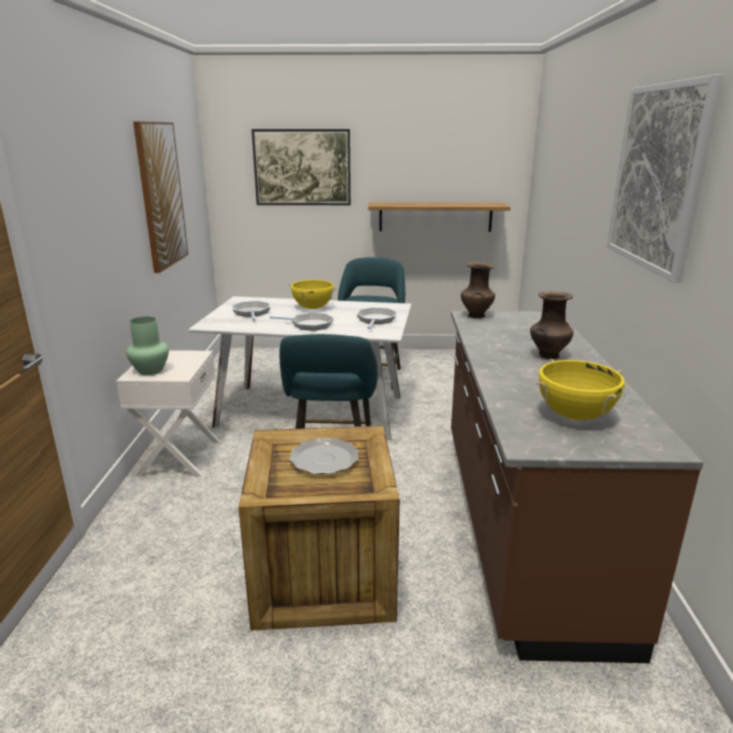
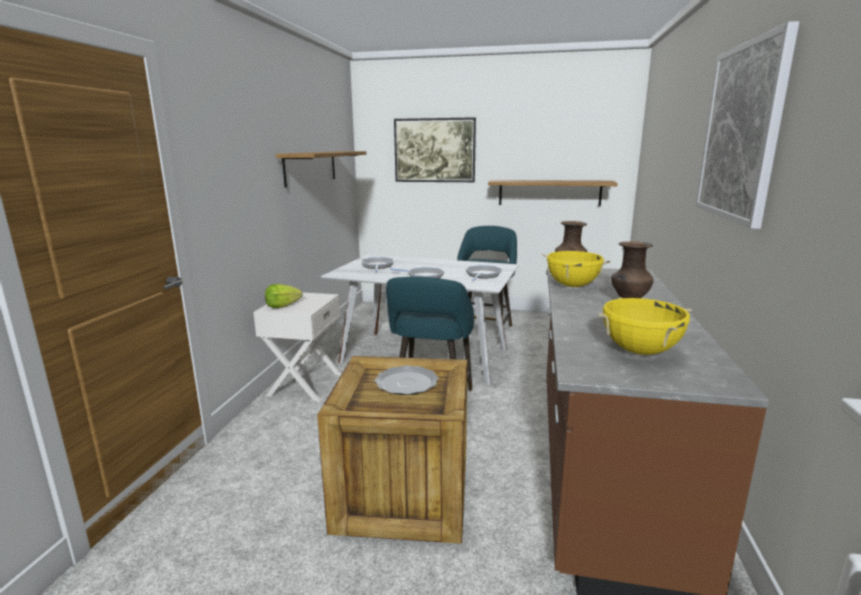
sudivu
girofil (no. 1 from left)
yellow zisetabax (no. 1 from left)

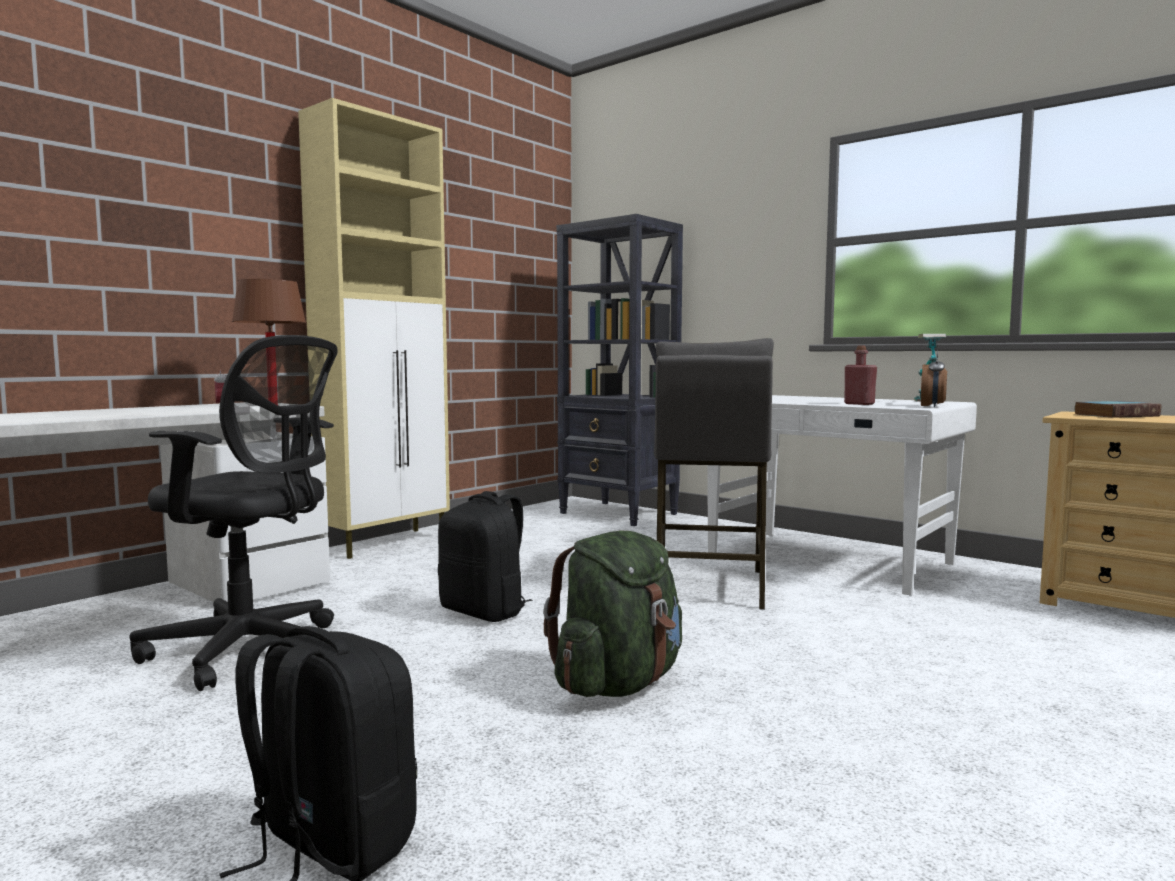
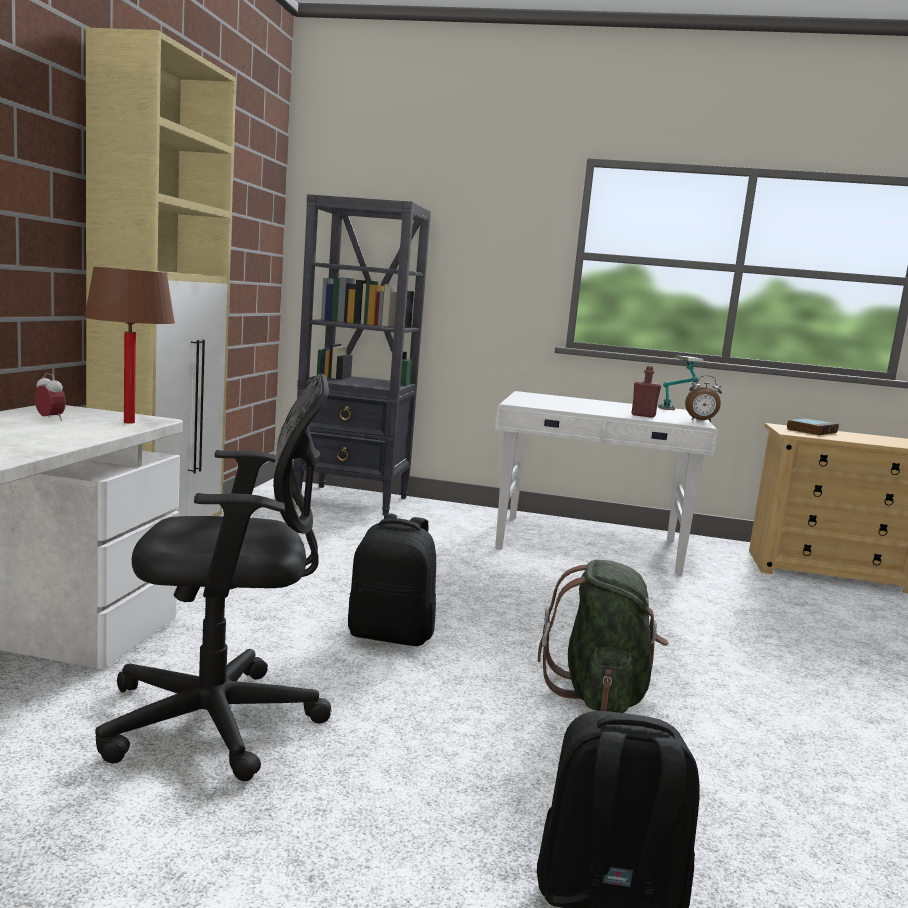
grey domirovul
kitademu (no. 2 from left)

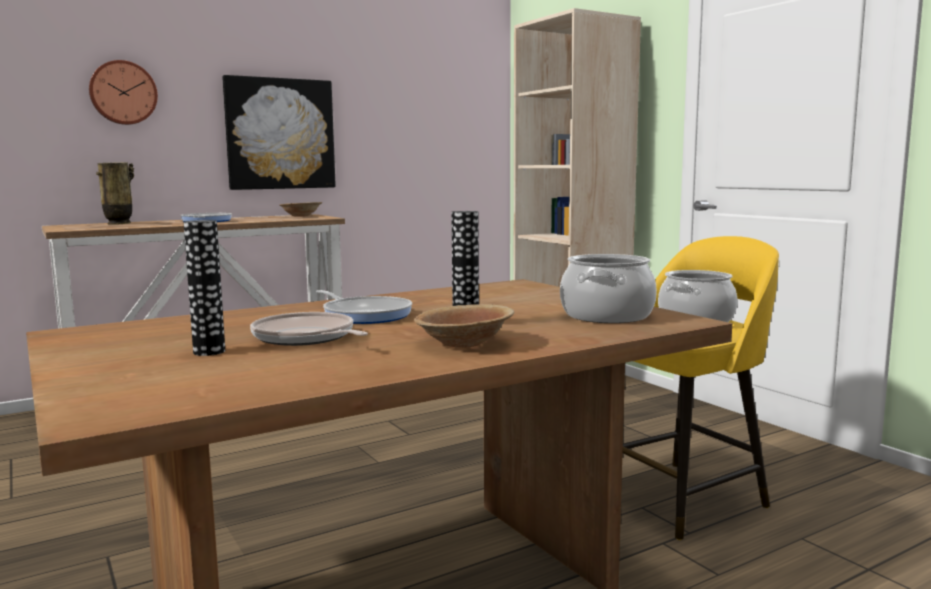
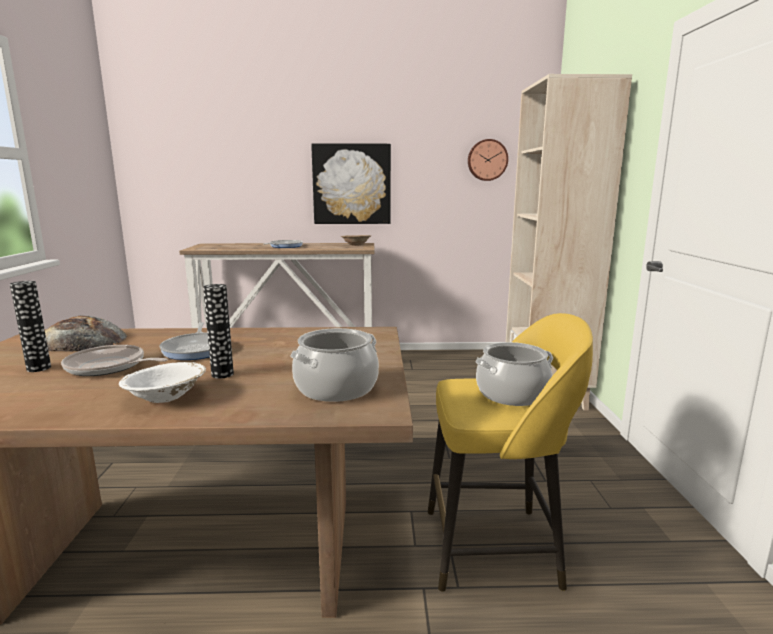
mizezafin
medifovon (no. 1 from left in the first image)
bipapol (no. 1 from left)
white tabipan
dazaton

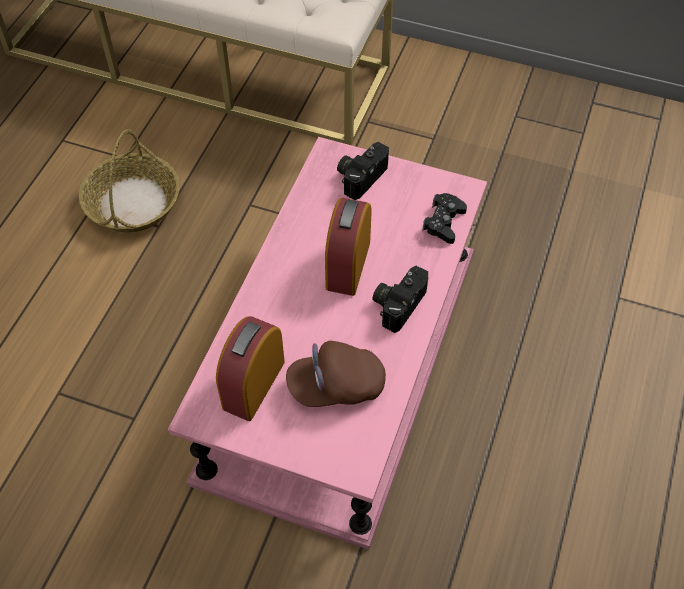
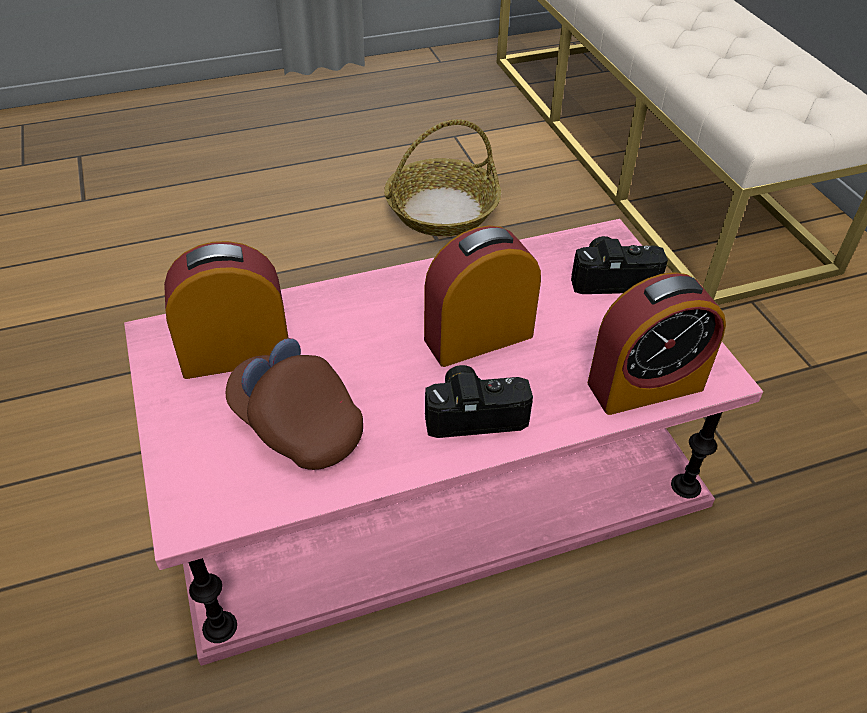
kitademu (no. 3 from left)

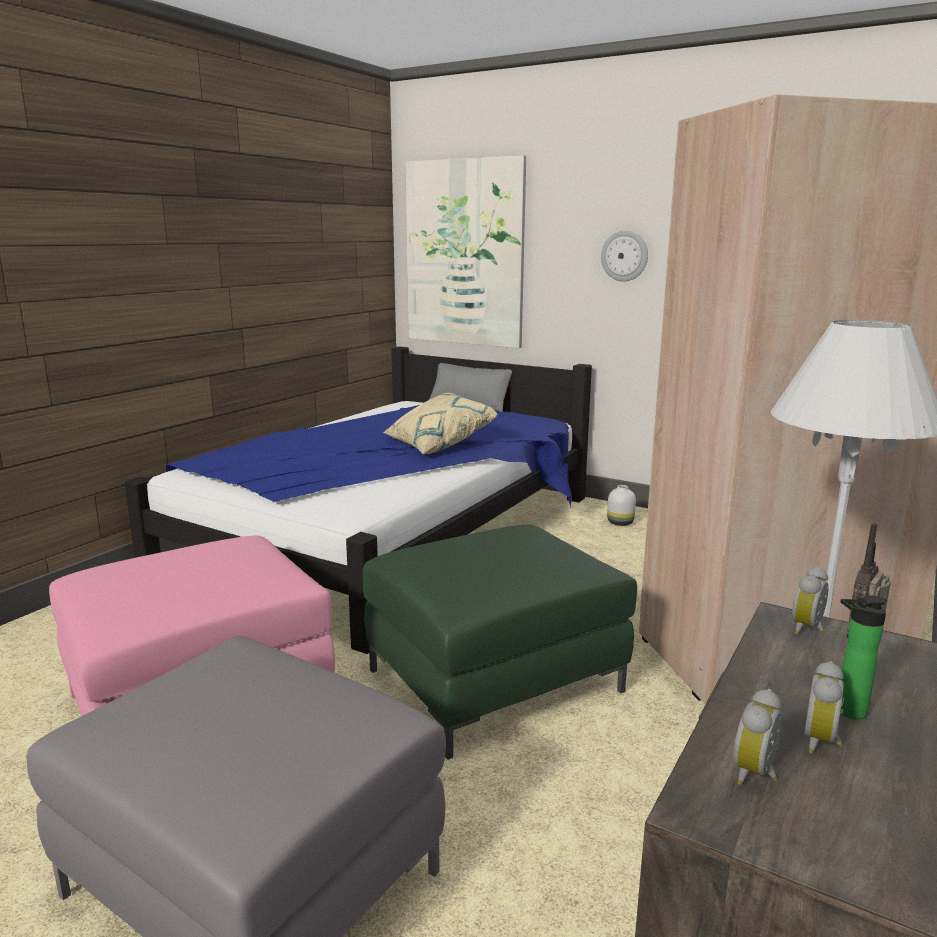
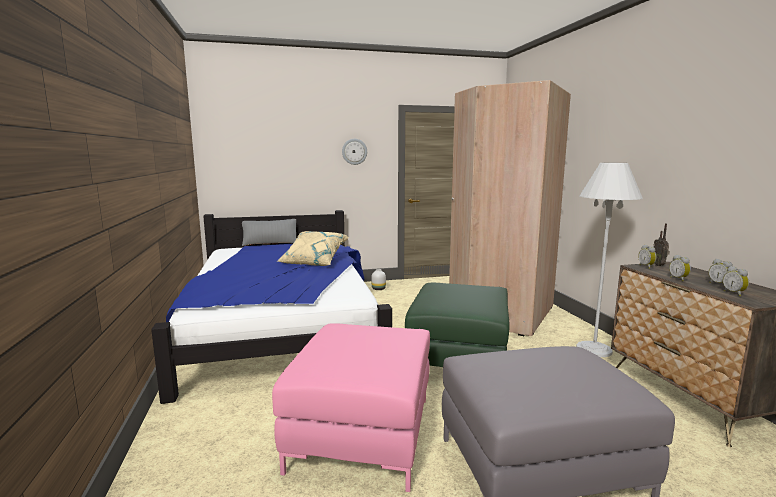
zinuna
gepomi
kitademu (no. 2 from left)

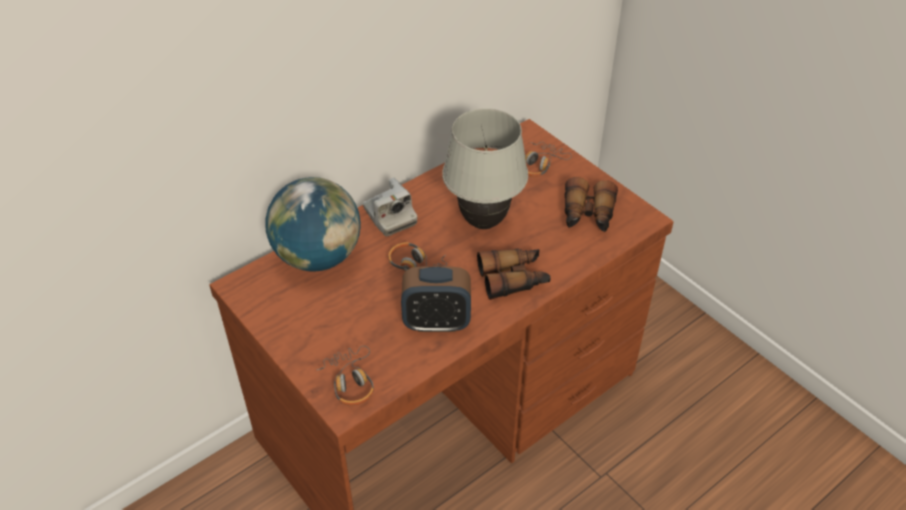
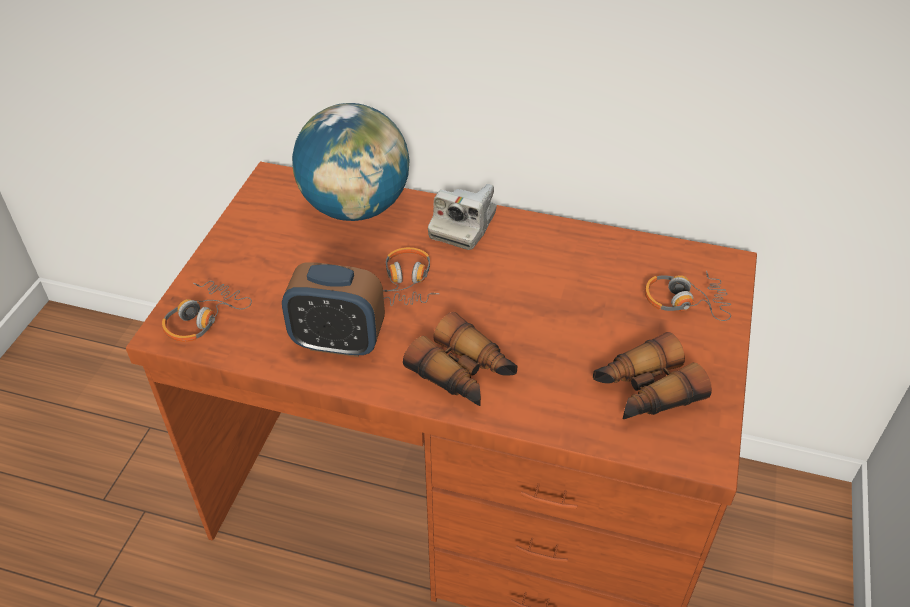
kitademu
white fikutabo

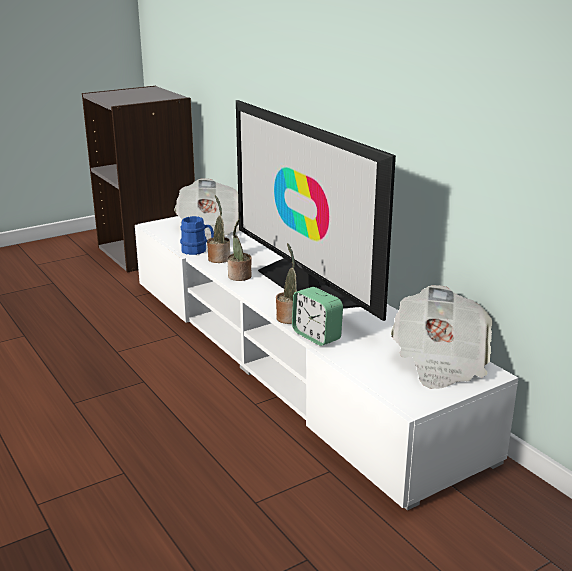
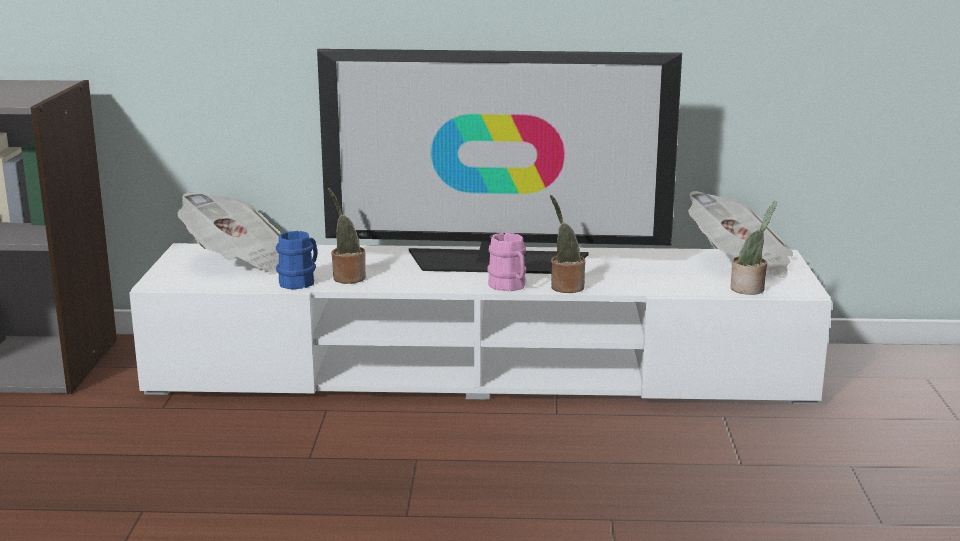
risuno (no. 3 from left)
kitademu
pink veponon

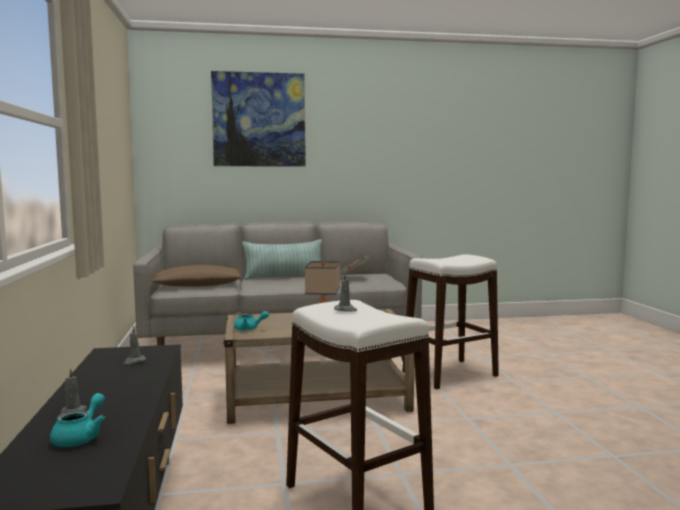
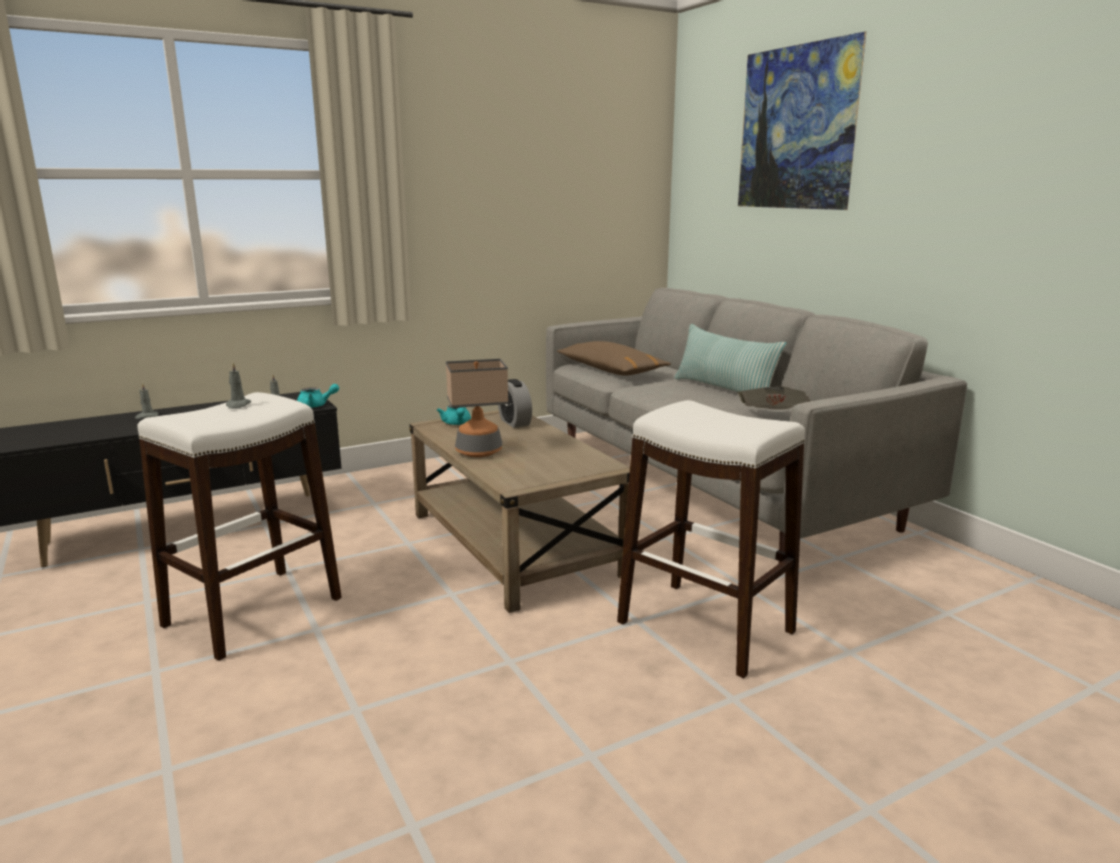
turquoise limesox (no. 1 from left)
kitademu

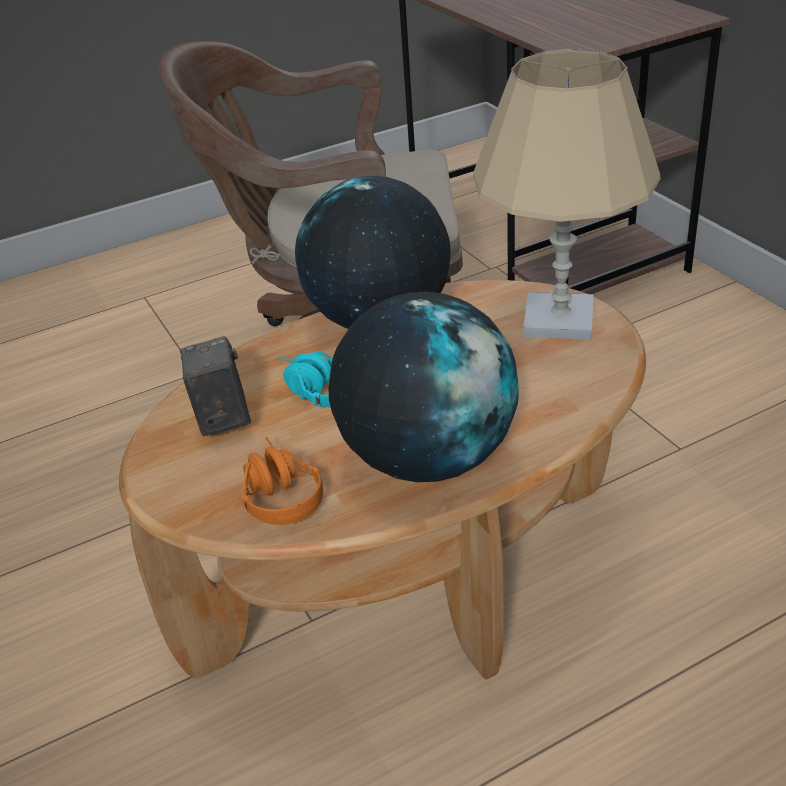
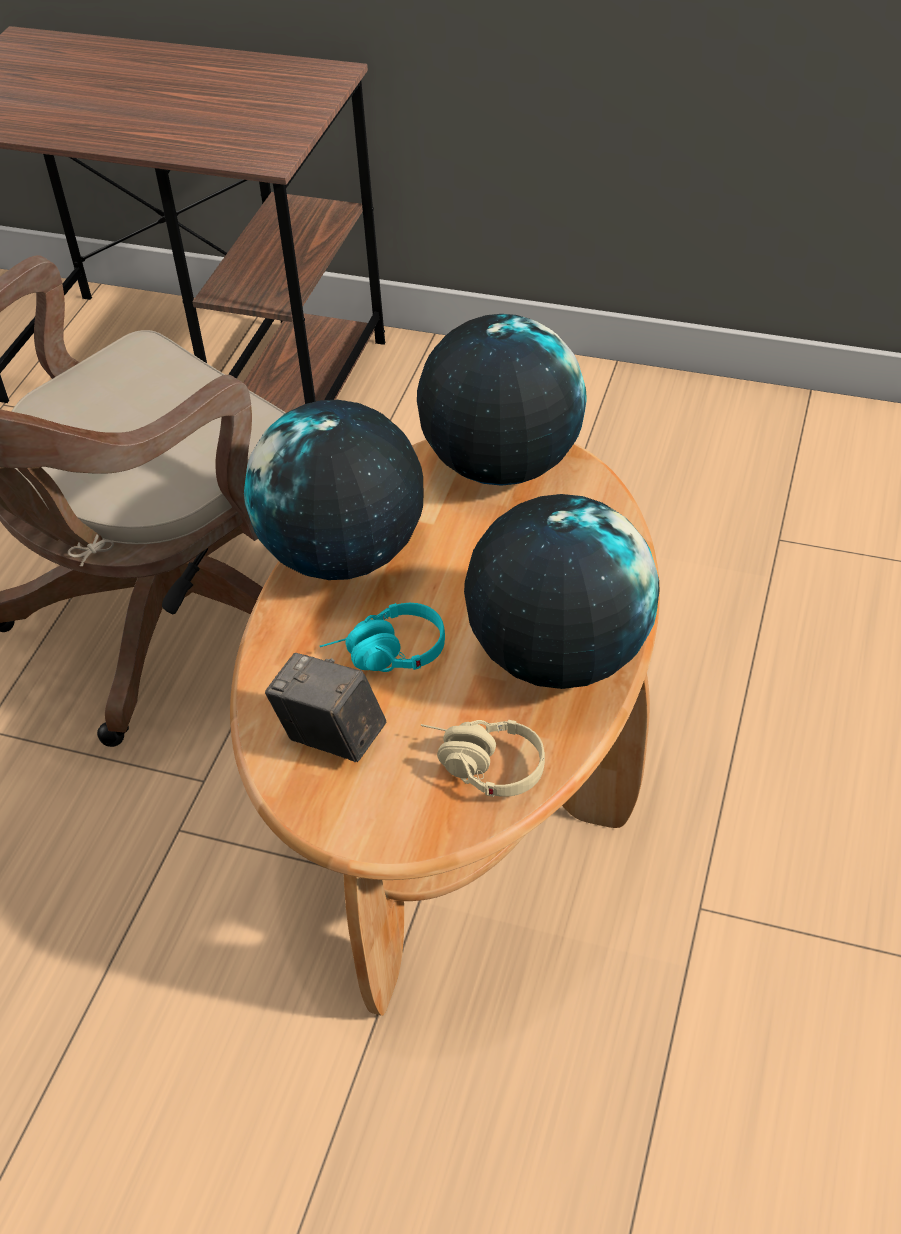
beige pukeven
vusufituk (no. 2 from left)

